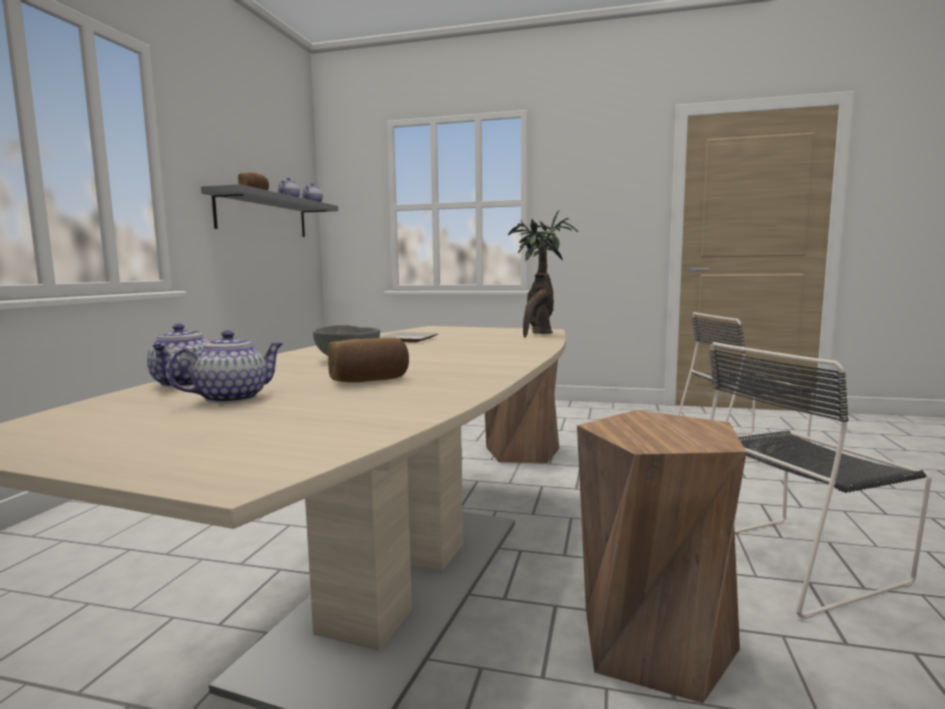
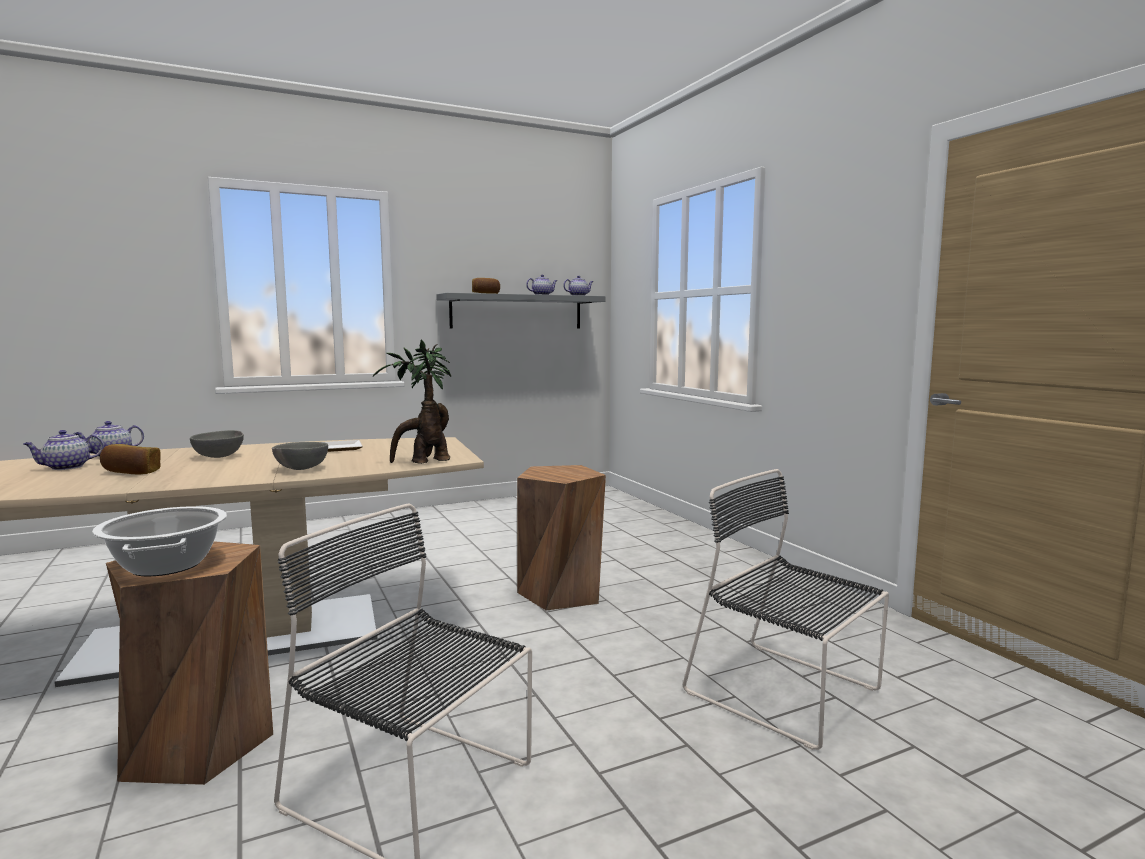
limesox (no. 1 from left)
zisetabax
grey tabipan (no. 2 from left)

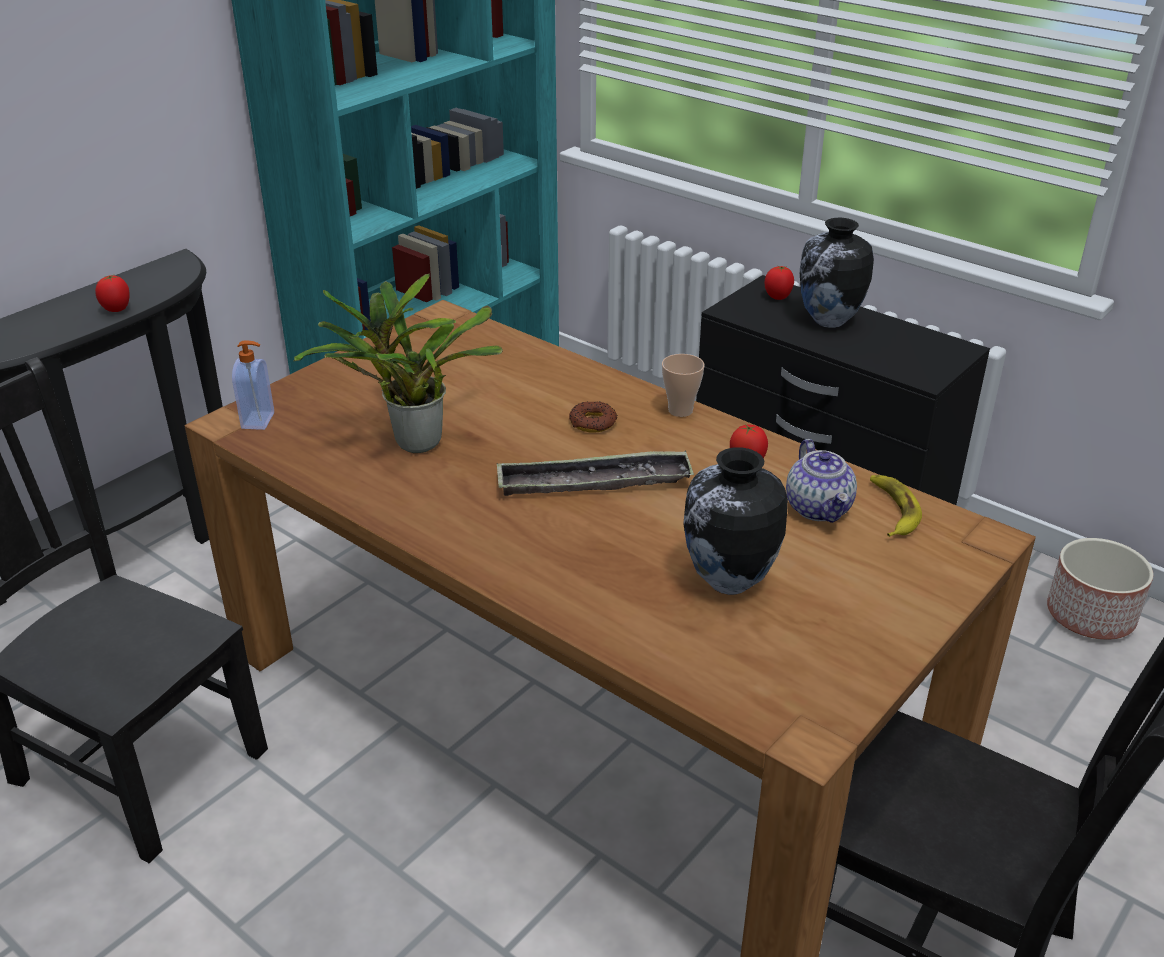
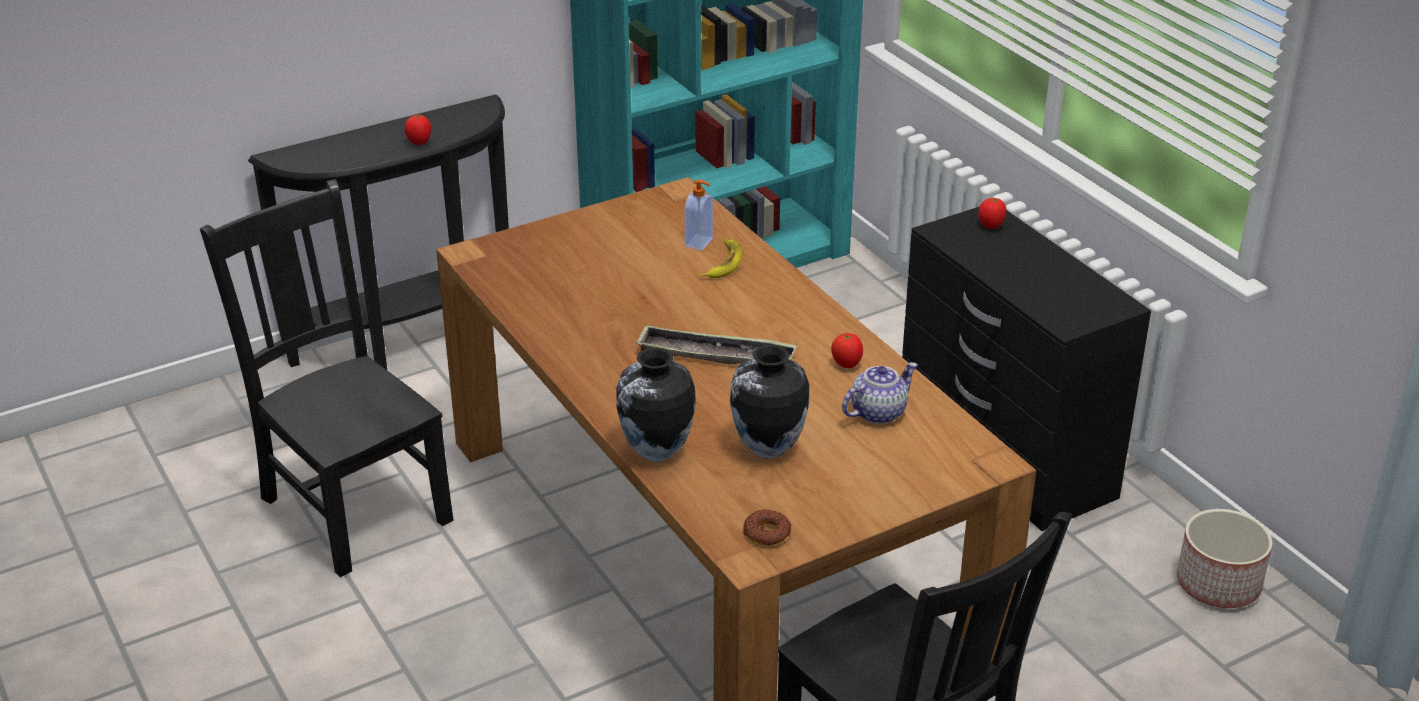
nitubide
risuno
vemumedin
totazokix
limesox
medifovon (no. 1 from left)
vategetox

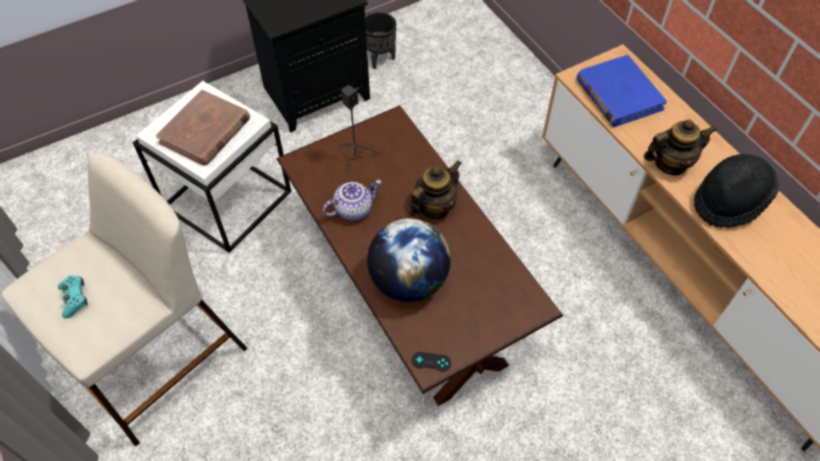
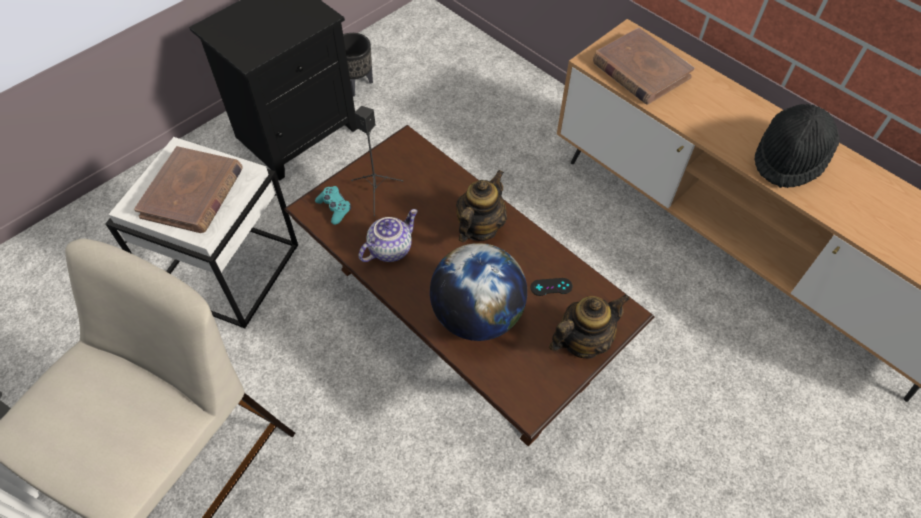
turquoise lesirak
black lesirak
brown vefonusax (no. 2 from left)
limesox (no. 3 from left)

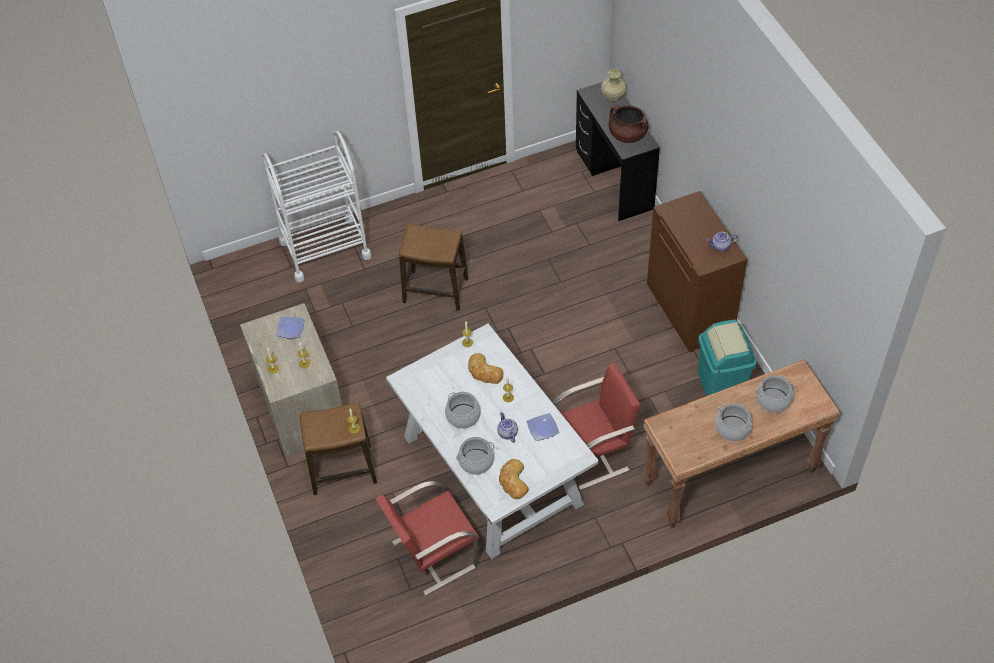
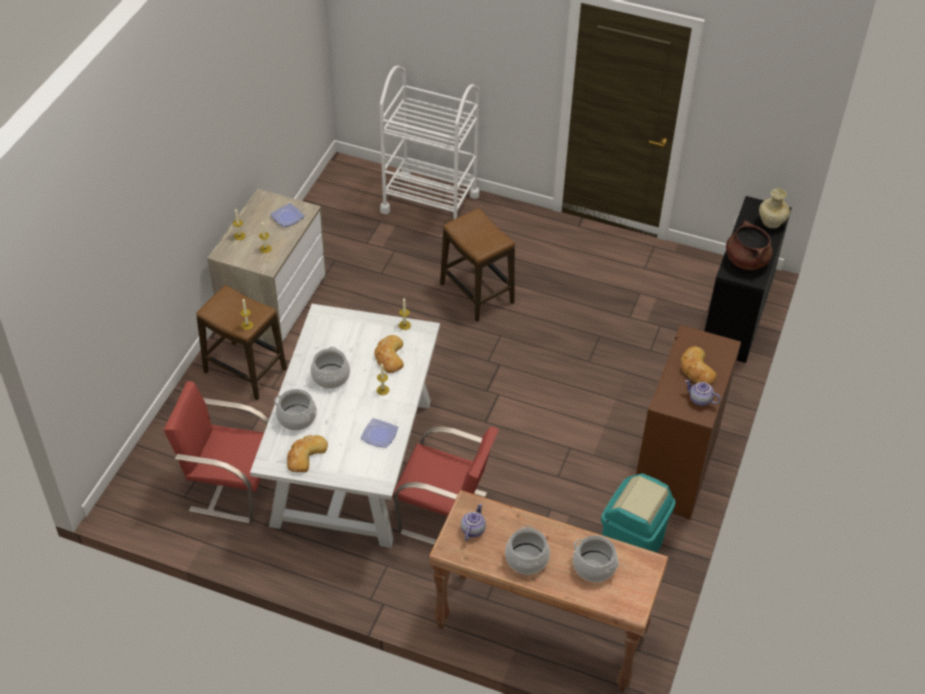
limesox (no. 1 from left)
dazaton (no. 3 from left)

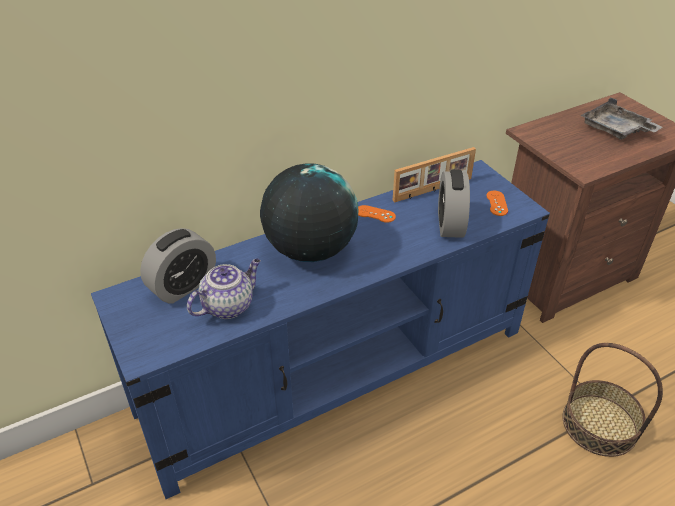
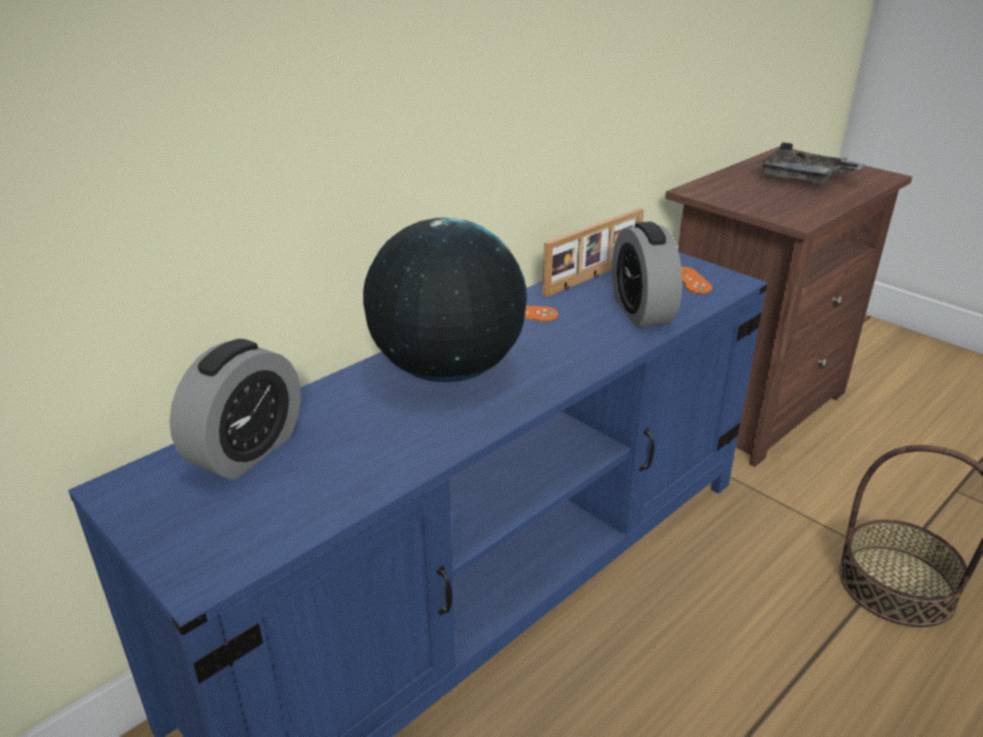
limesox

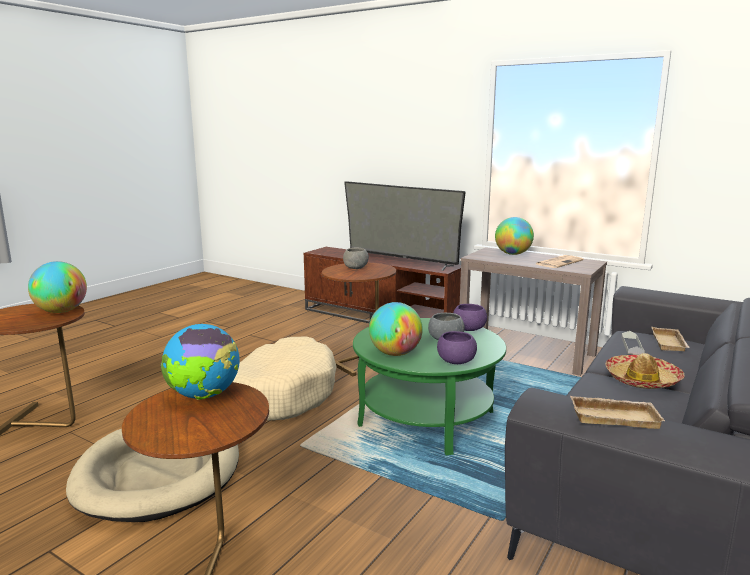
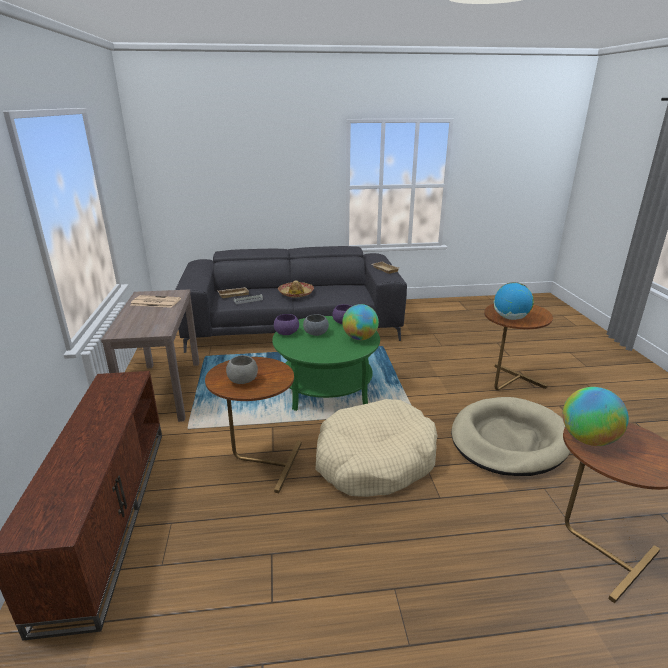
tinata
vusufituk (no. 4 from left in the first image)

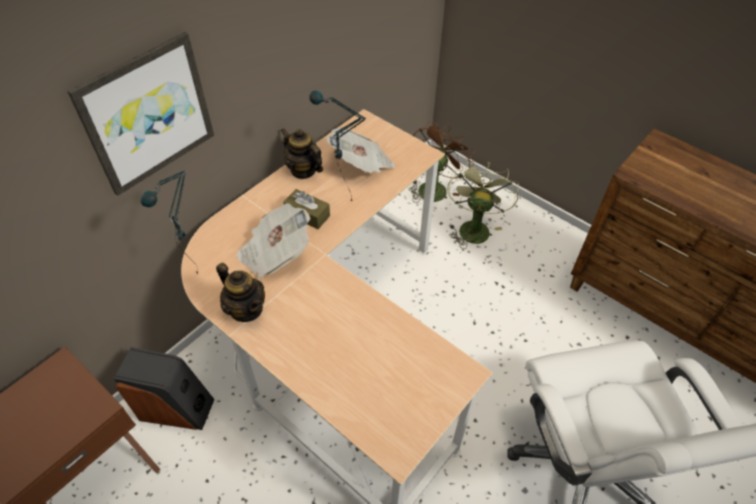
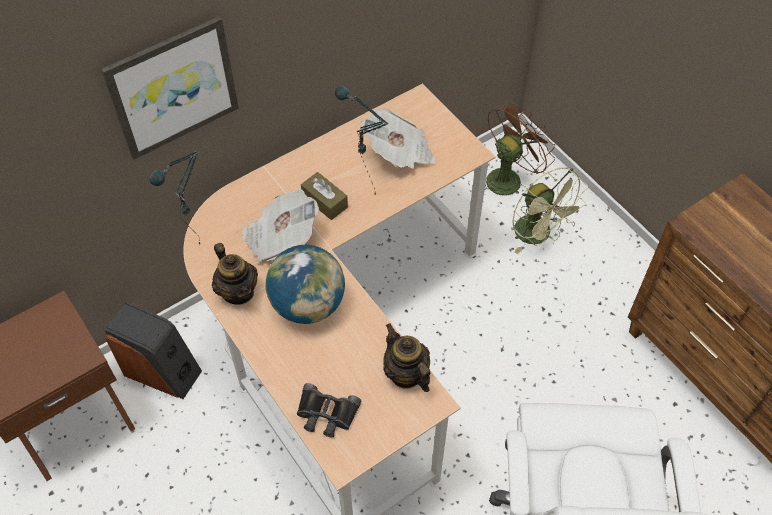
limesox (no. 2 from left)
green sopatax
vusufituk
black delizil

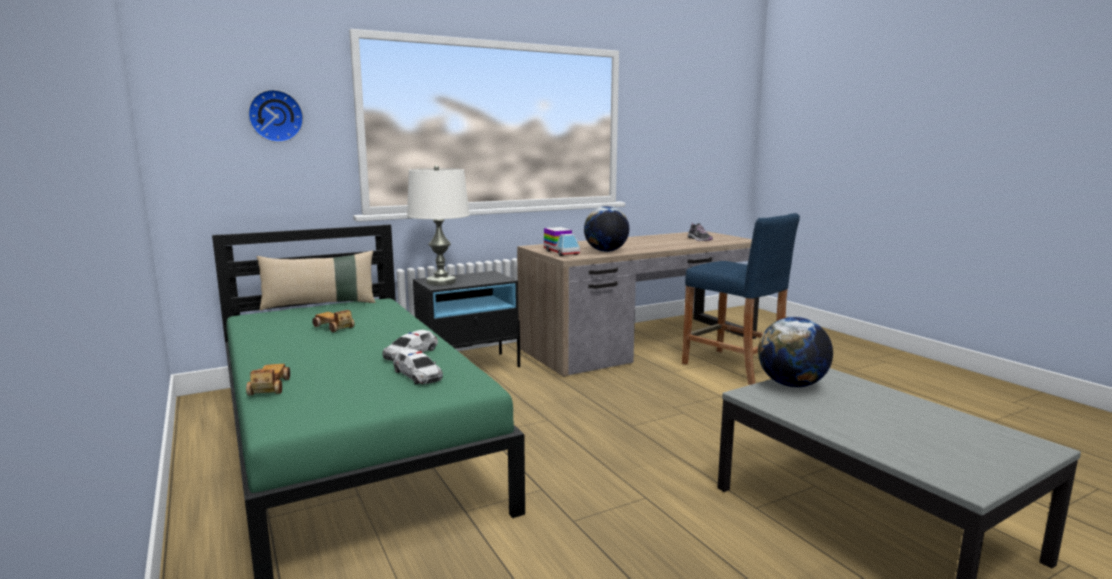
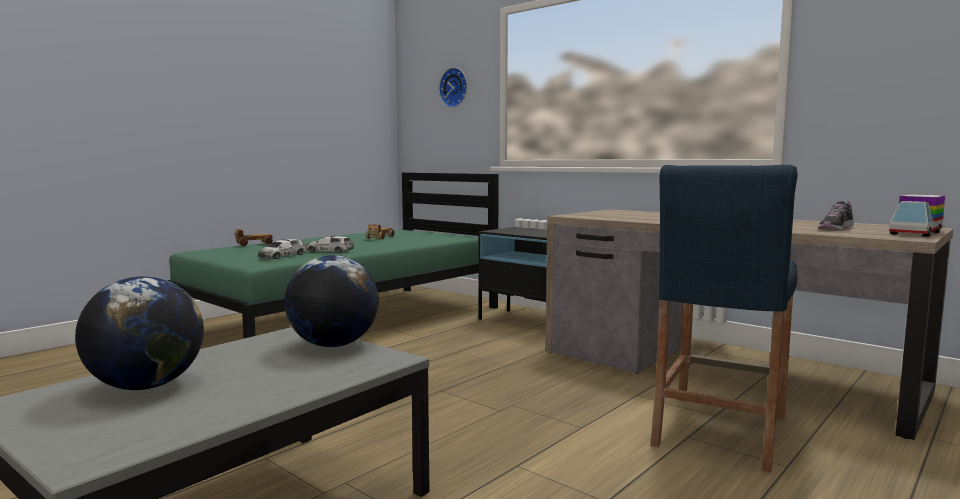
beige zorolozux
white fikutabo
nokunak
vusufituk (no. 1 from left)

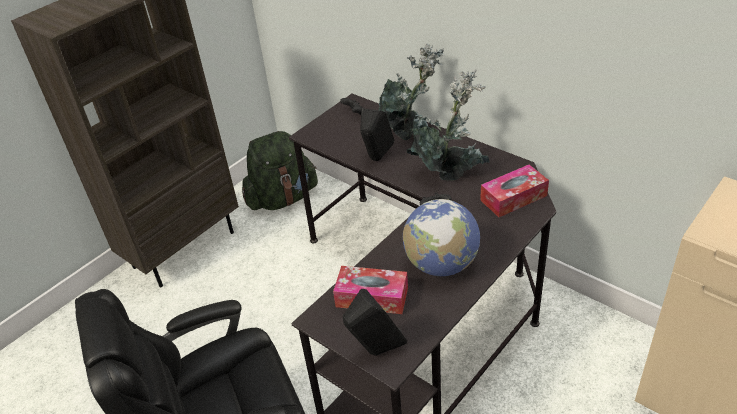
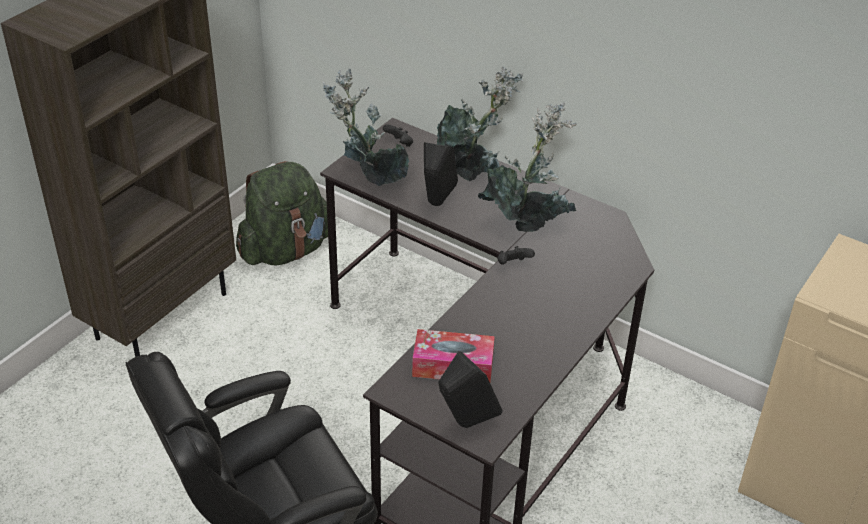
vusufituk
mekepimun (no. 2 from left in the first image)
risuno (no. 1 from left)

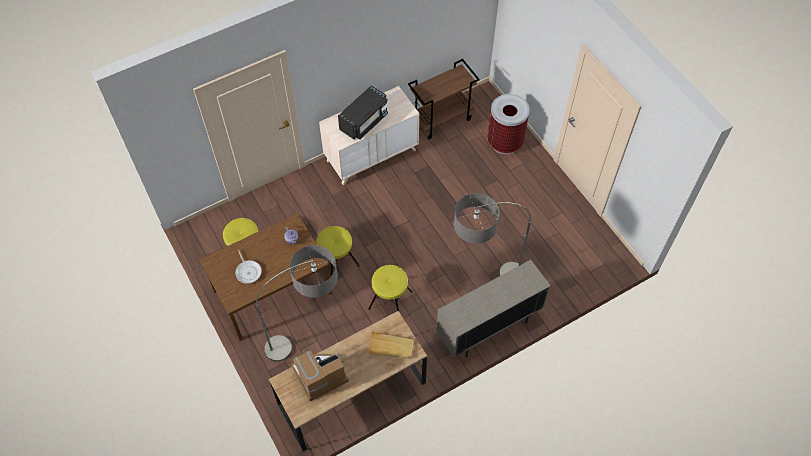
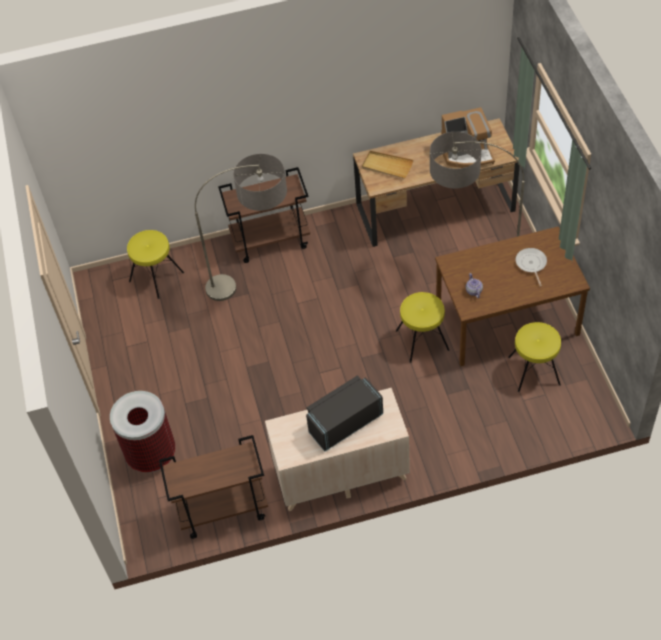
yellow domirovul (no. 1 from left)
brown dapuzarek (no. 2 from left)

